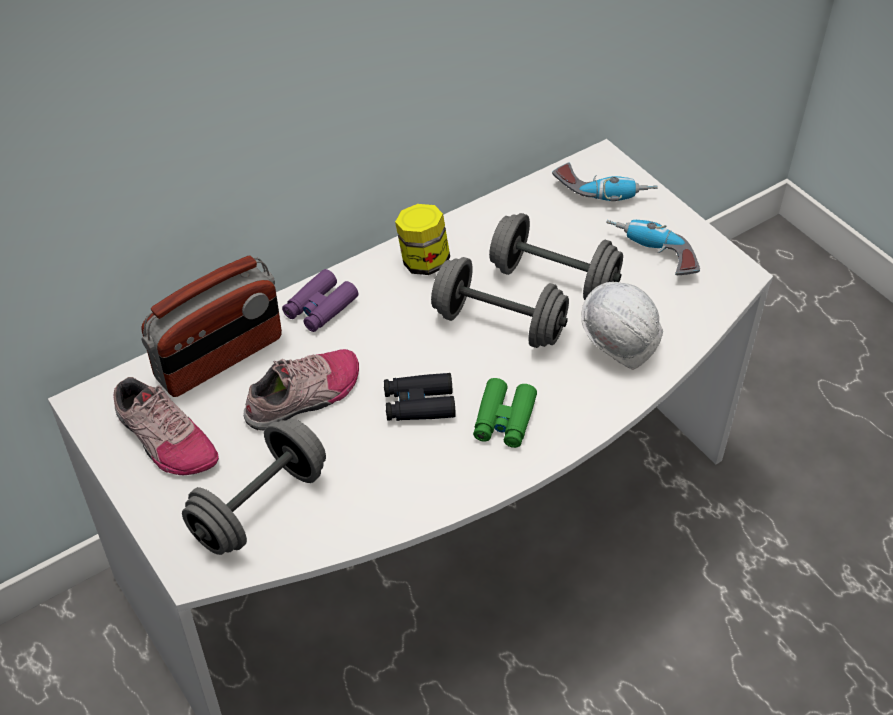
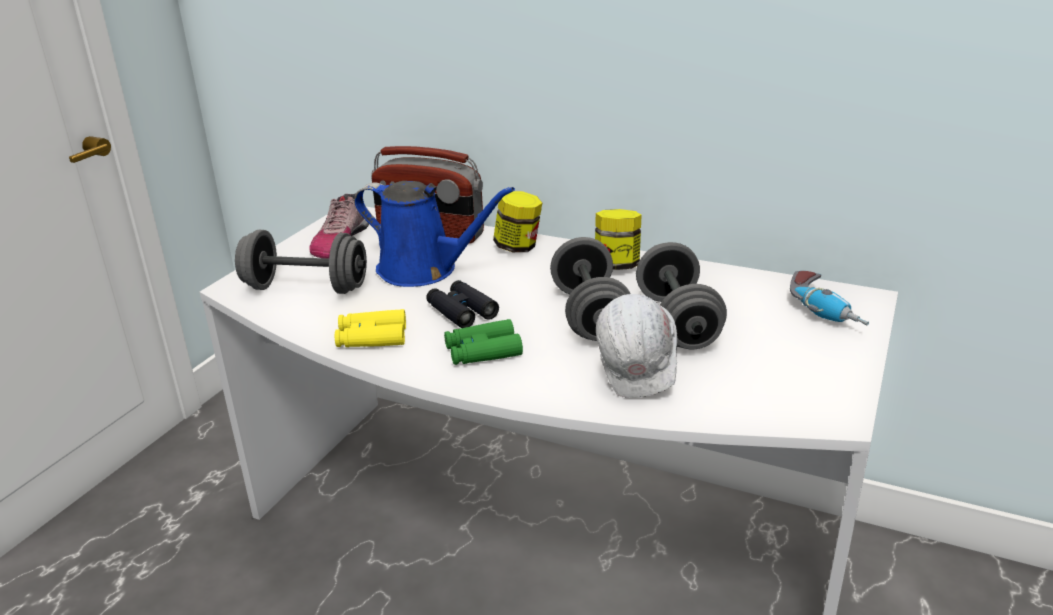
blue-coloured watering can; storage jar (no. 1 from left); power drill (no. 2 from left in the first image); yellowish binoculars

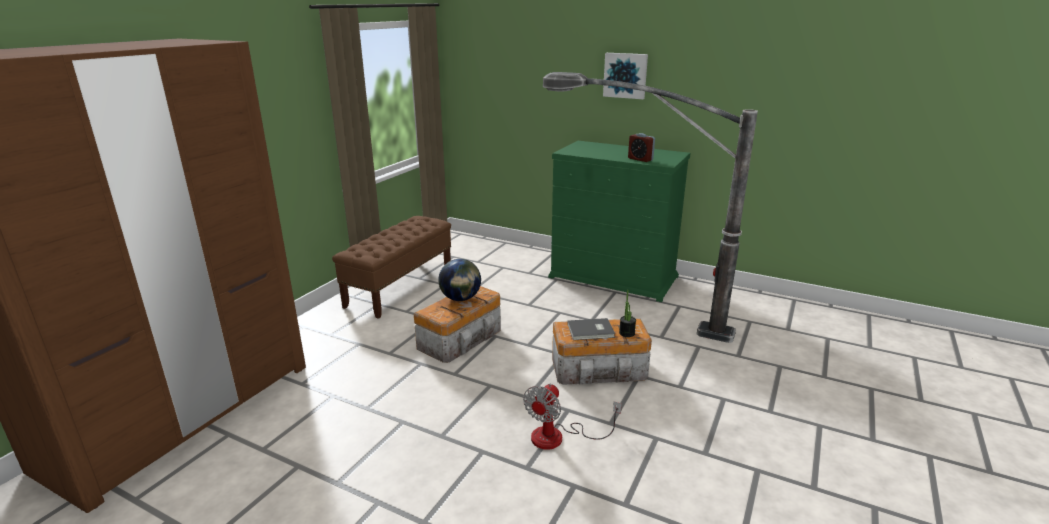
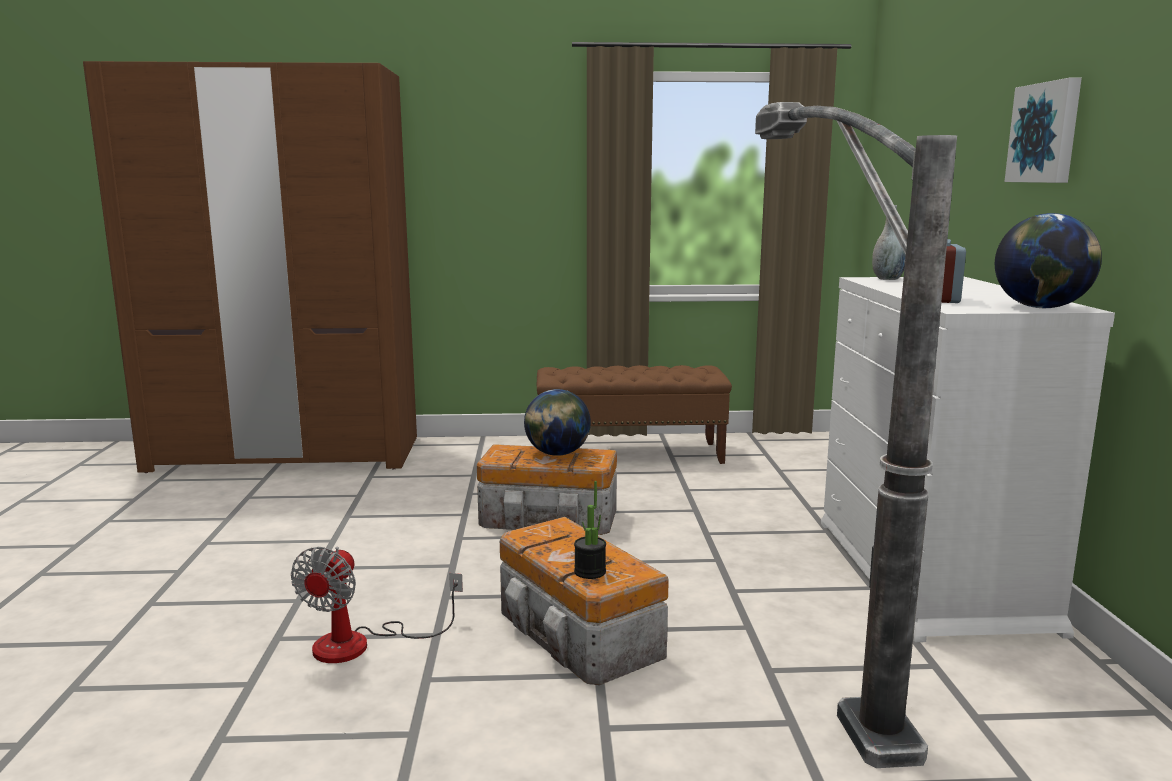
fan; white dresser; greyish book; greyish vase; world globe (no. 2 from left)

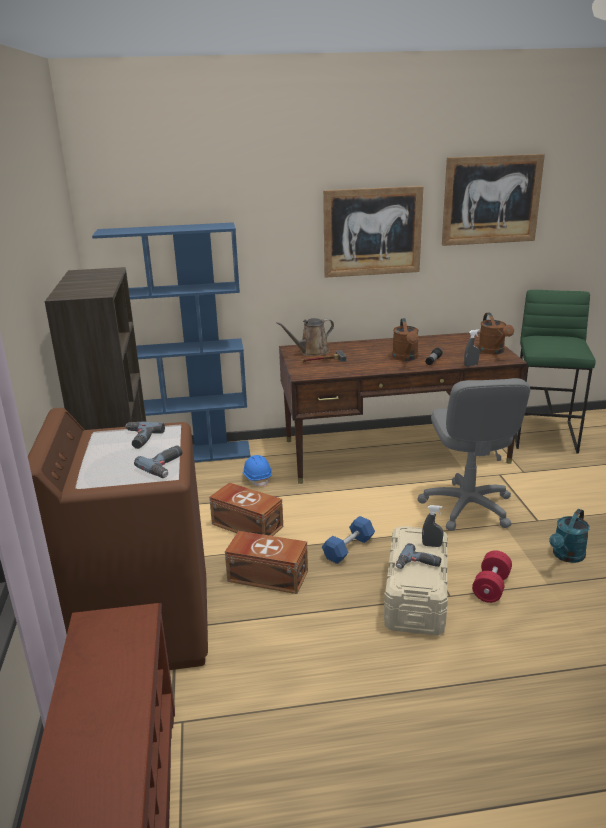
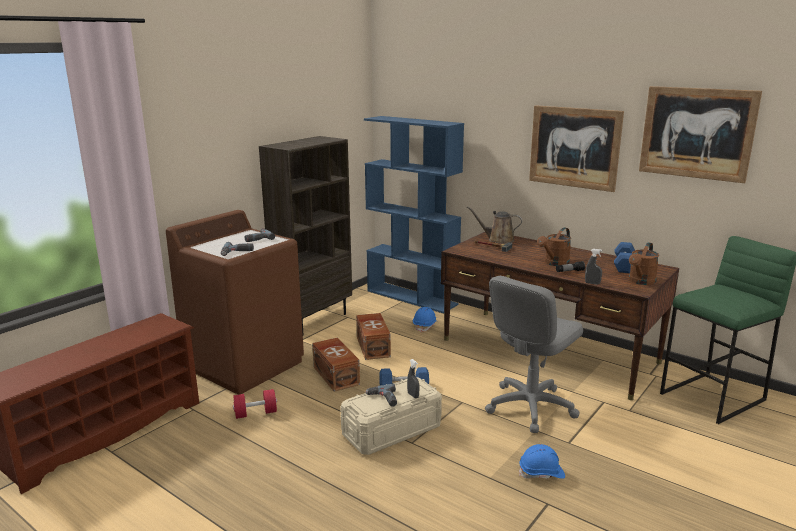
reddish free weight; blue-coloured safety helmet (no. 2 from left); blue-coloured free weight (no. 2 from left)

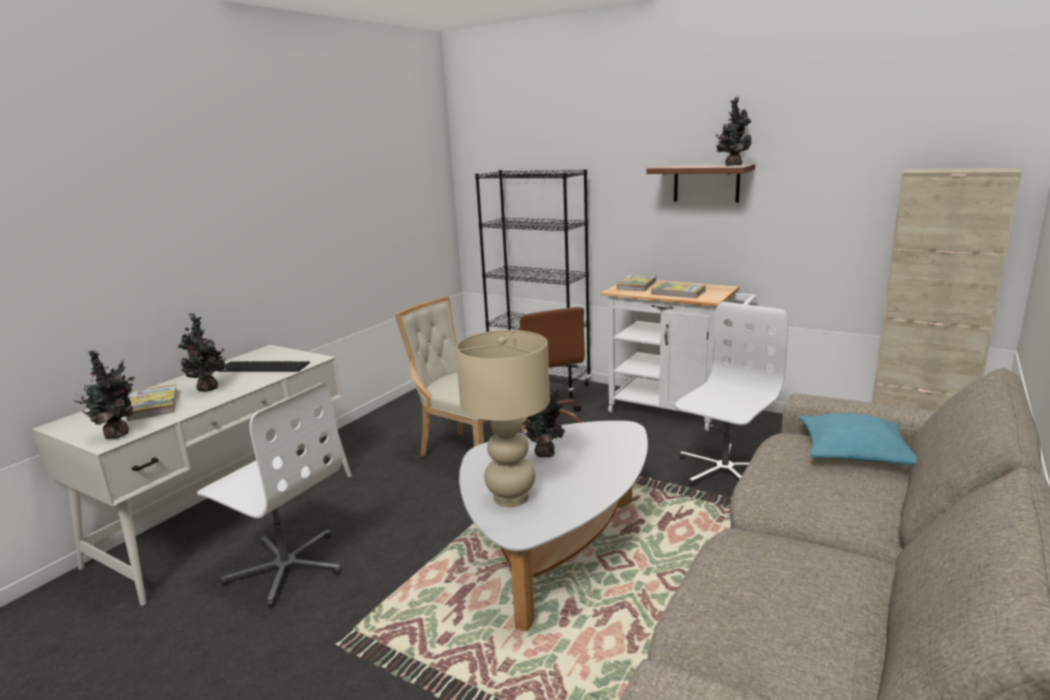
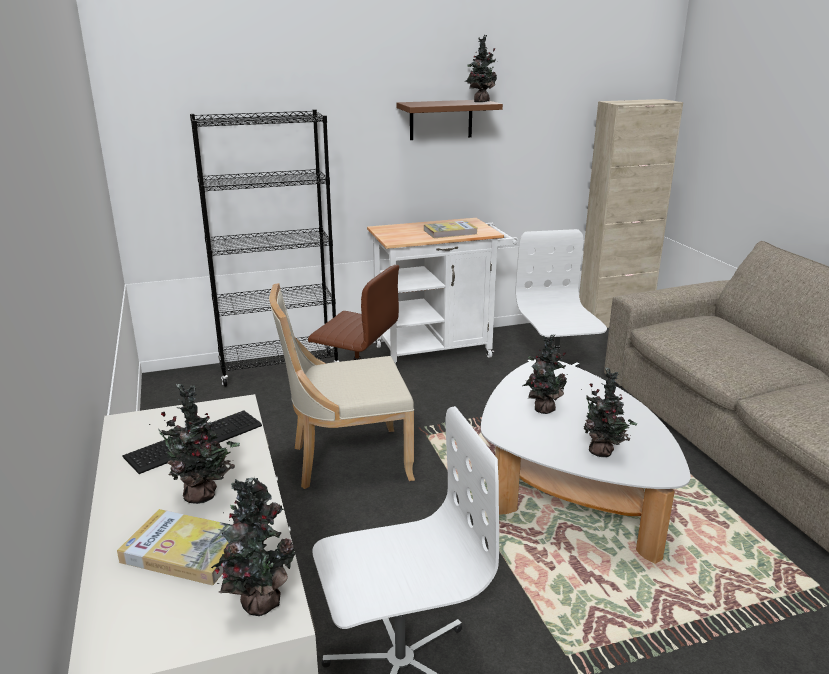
houseplant (no. 5 from left); book (no. 2 from left in the first image); turquoise throw pillow

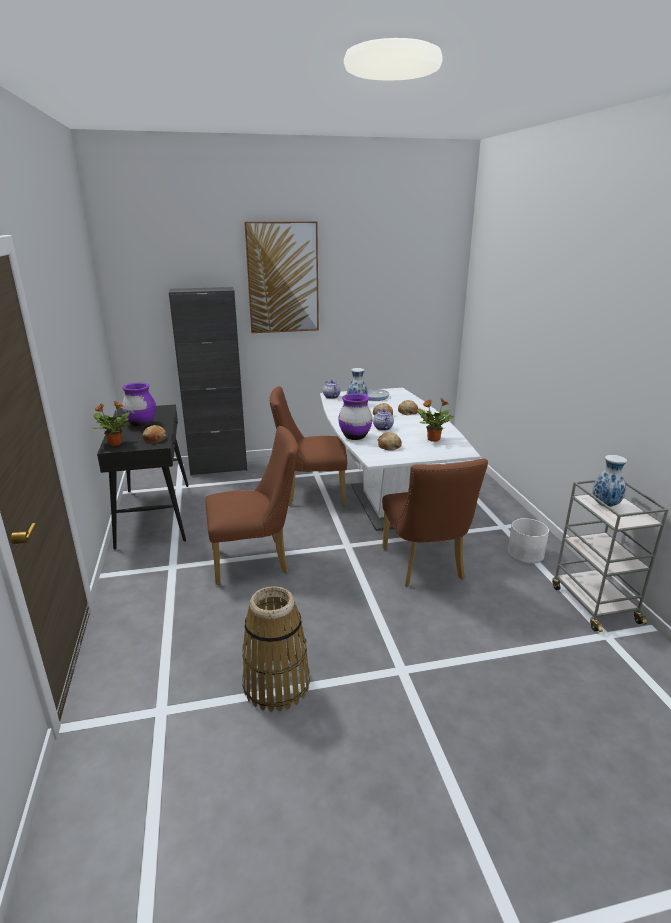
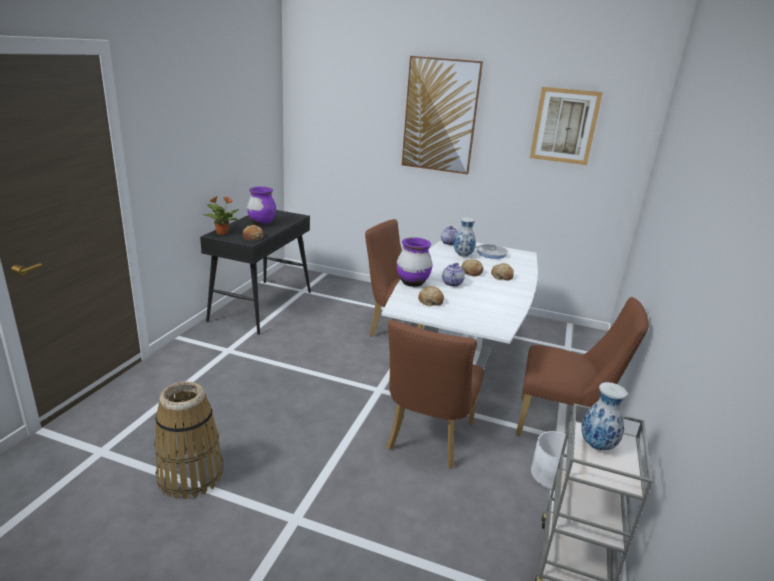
blackish cabinet; brown-coloured plain chair (no. 3 from left); houseplant (no. 2 from left in the first image); picture (no. 2 from left)

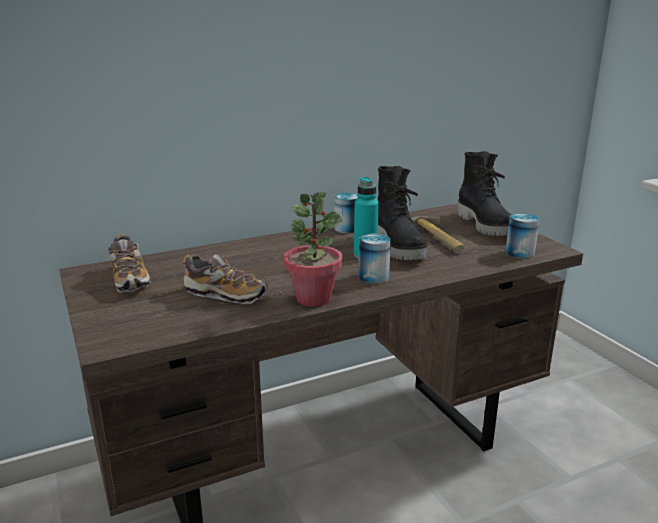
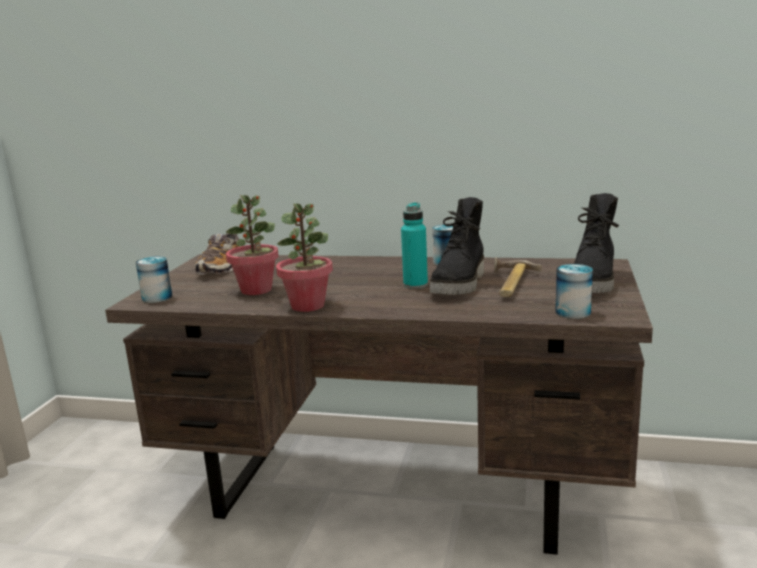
houseplant (no. 1 from left); metal can (no. 1 from left)

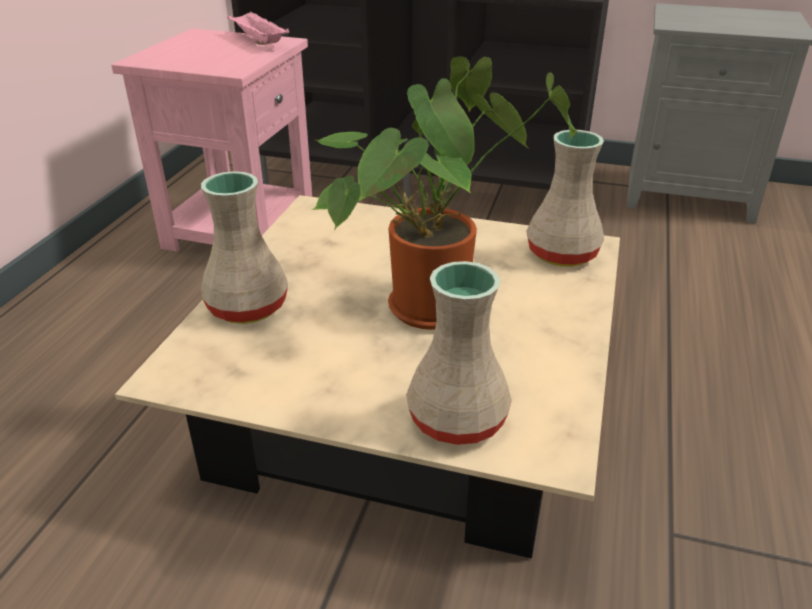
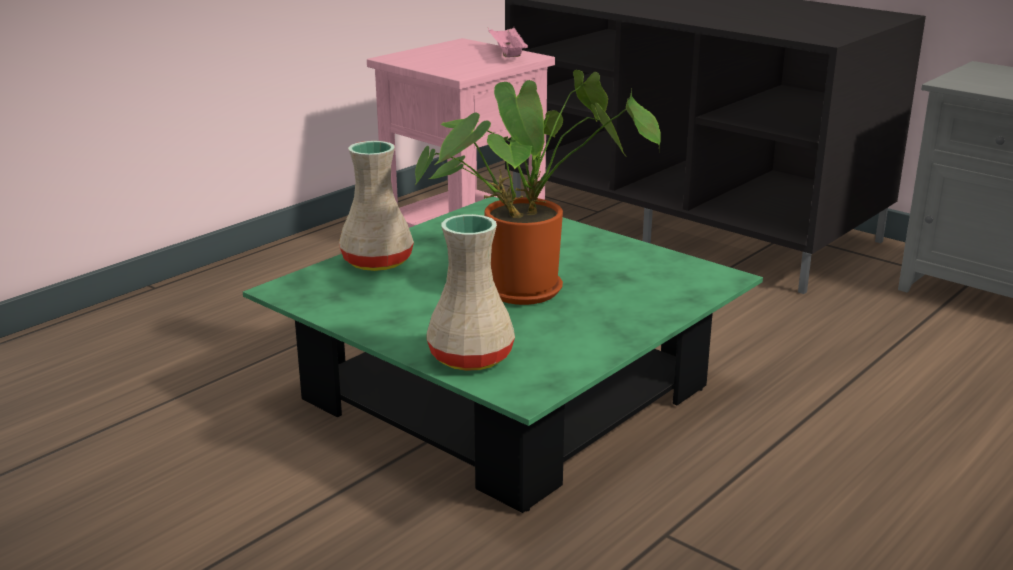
green coffee table; beige-coloured vase (no. 3 from left in the first image)

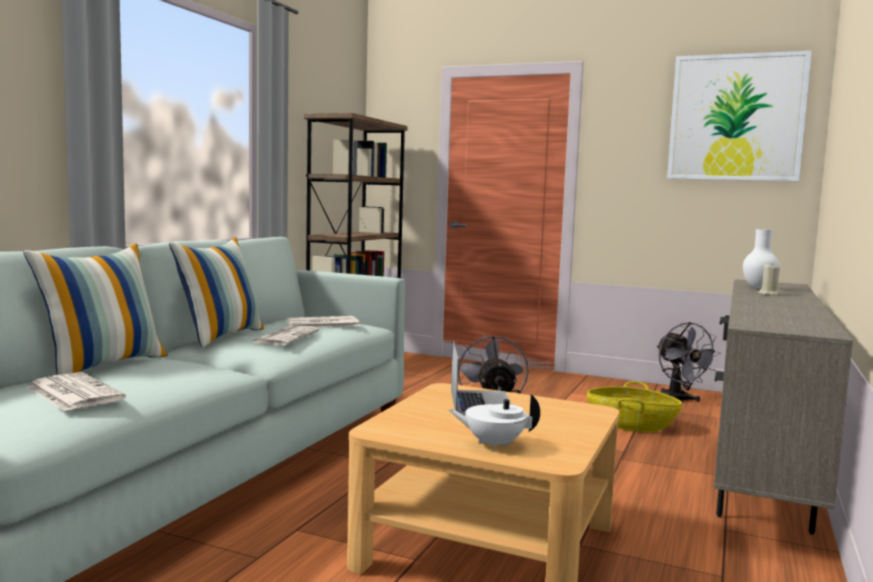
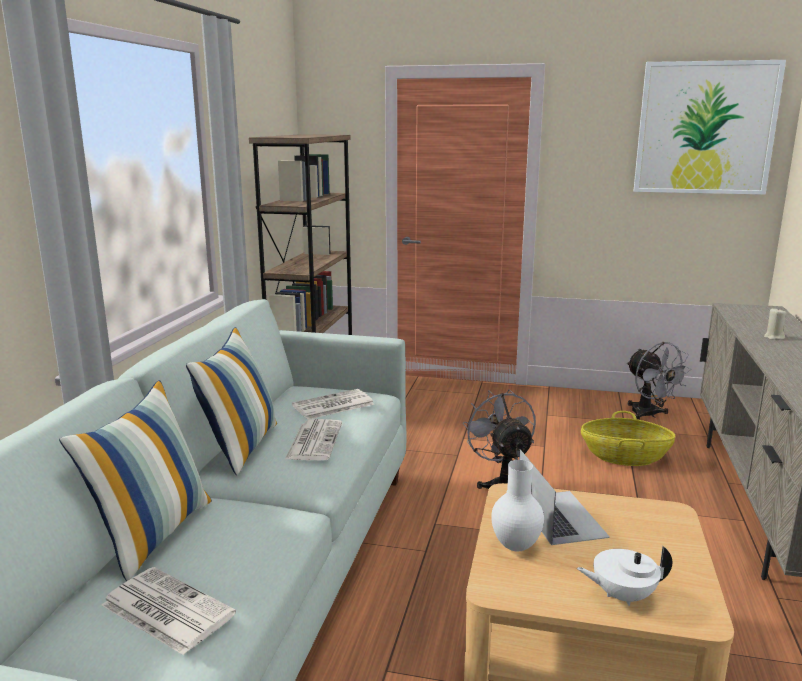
white vase

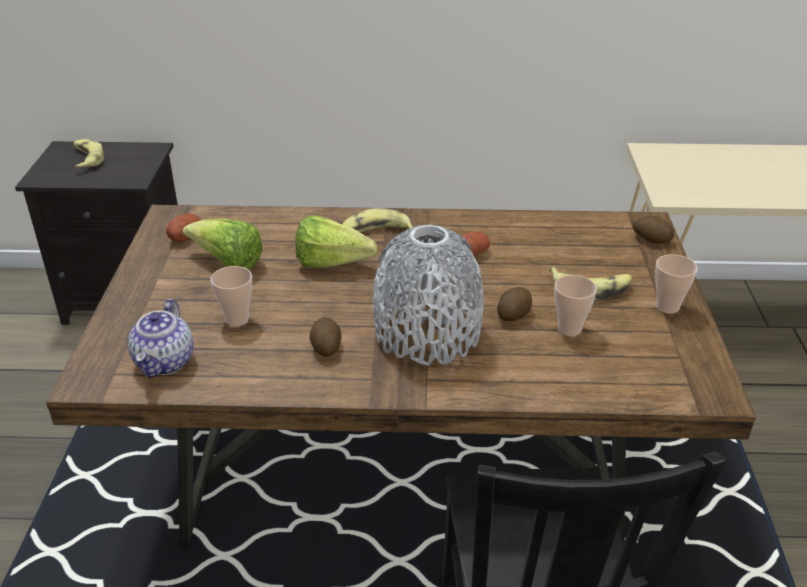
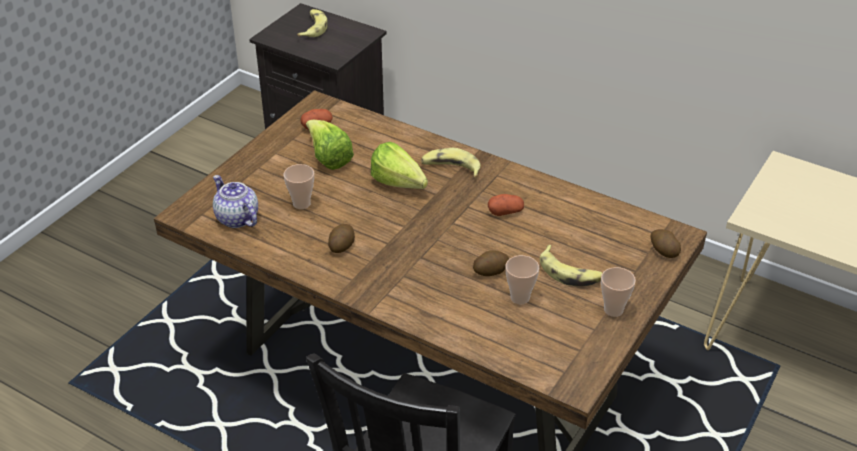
tea pot; greyish vase

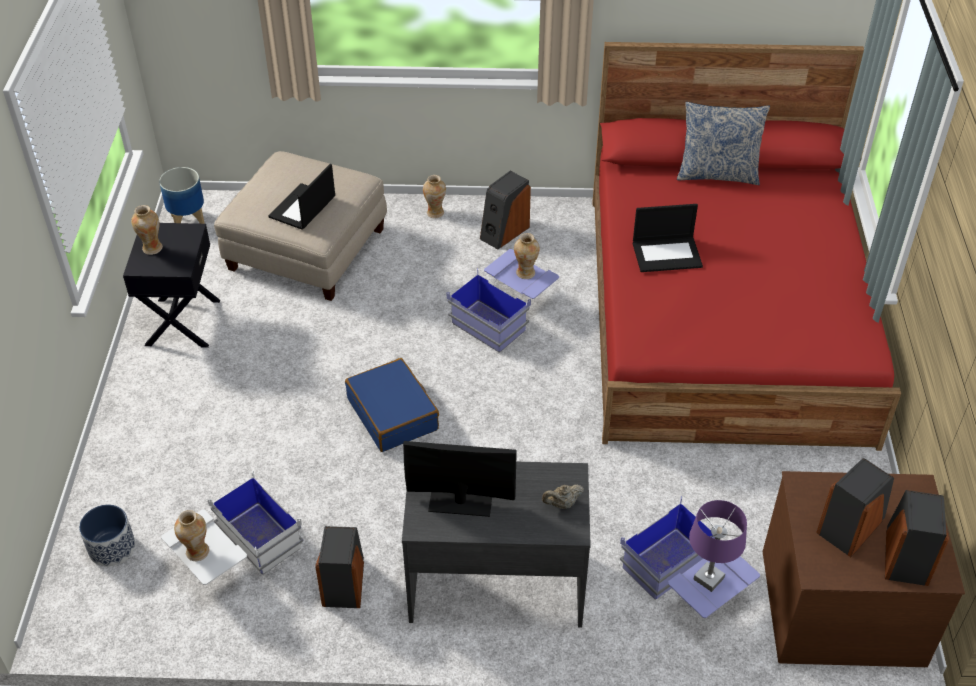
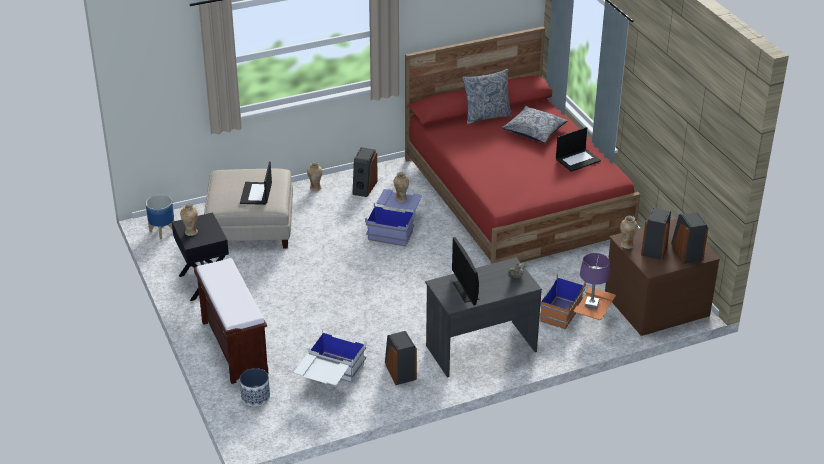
vase (no. 4 from left); blue-coloured piece of luggage; computer display; orange-coloured storage container; laptop (no. 2 from left); brown-coloured bench; throw pillow (no. 2 from left)

